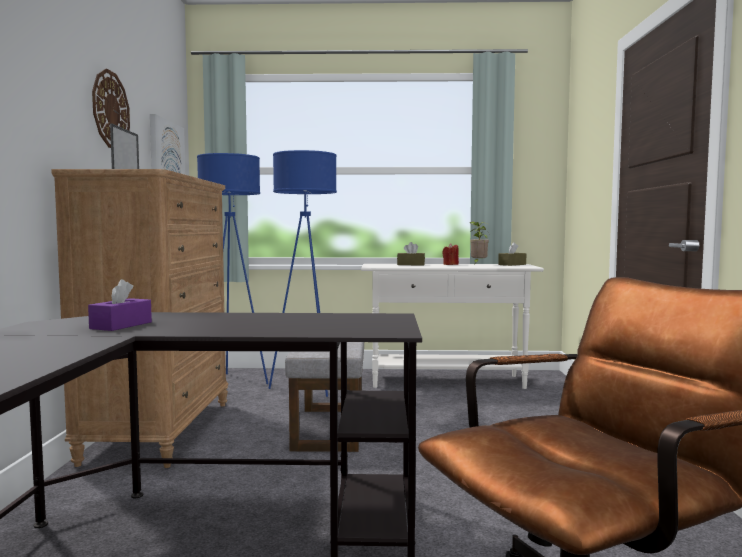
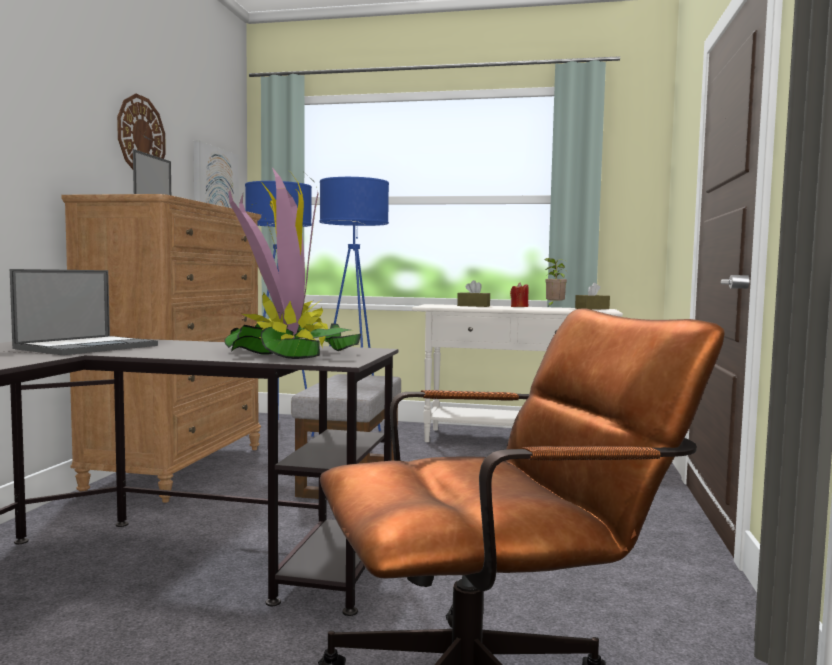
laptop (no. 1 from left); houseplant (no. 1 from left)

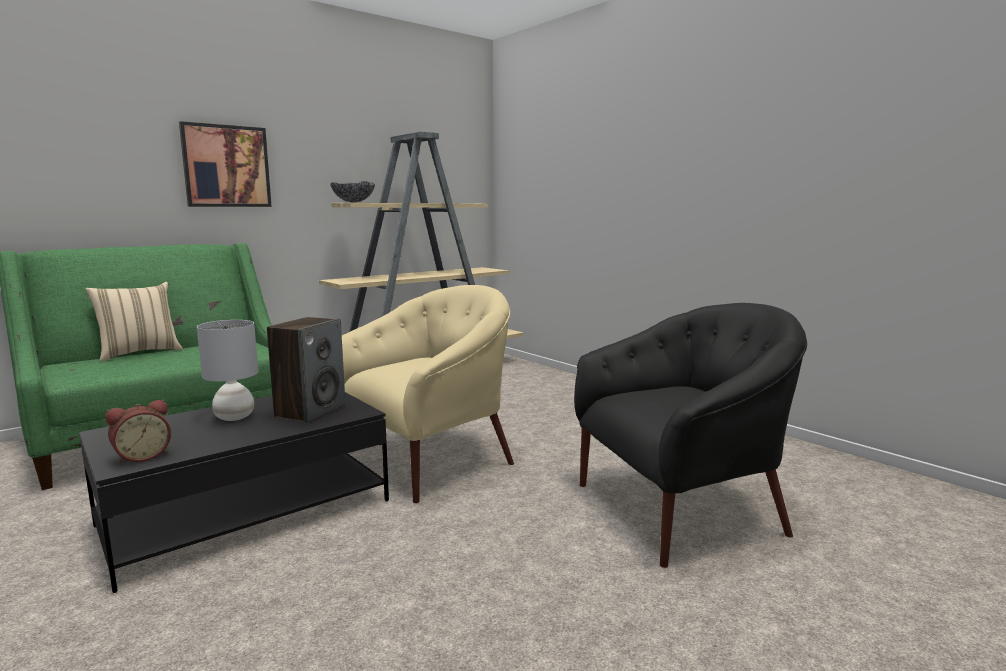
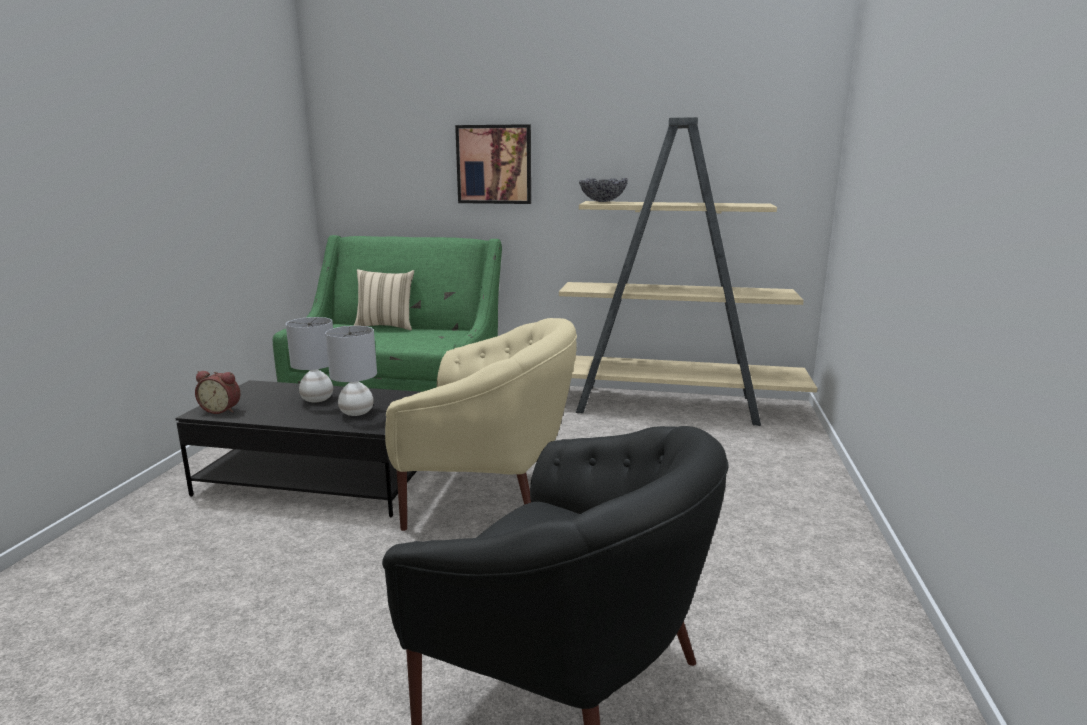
greyish table lamp (no. 2 from left)

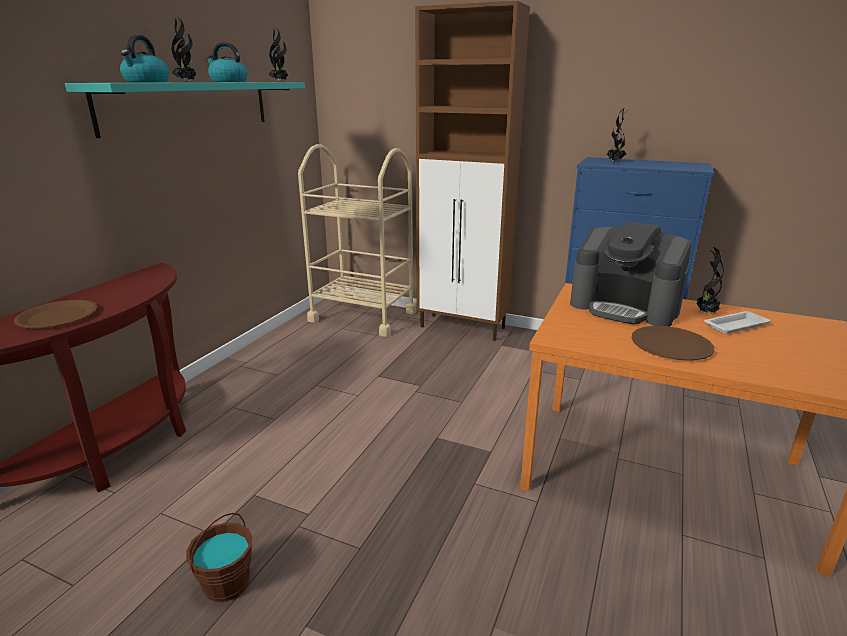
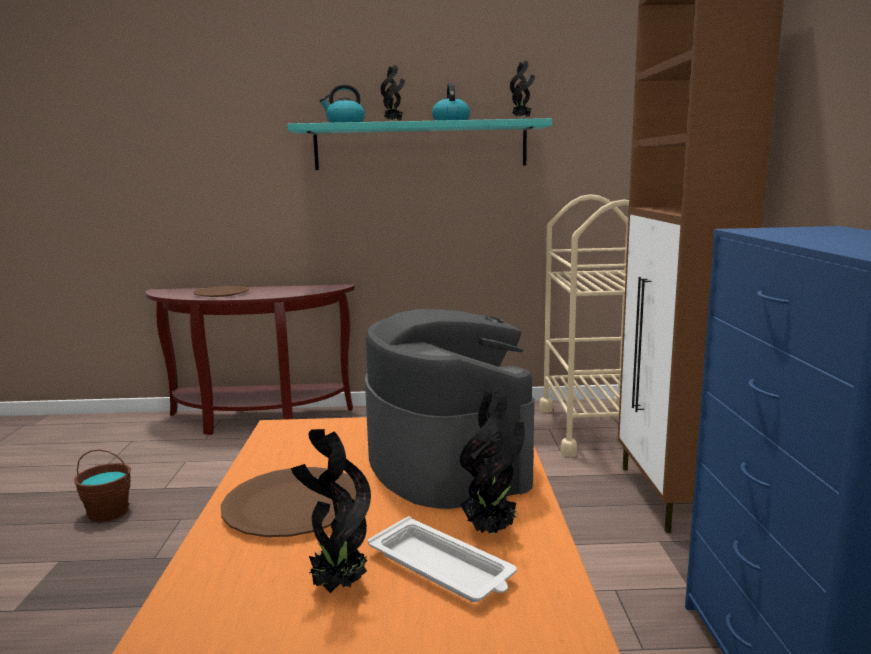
coffee machine; houseplant (no. 1 from left)

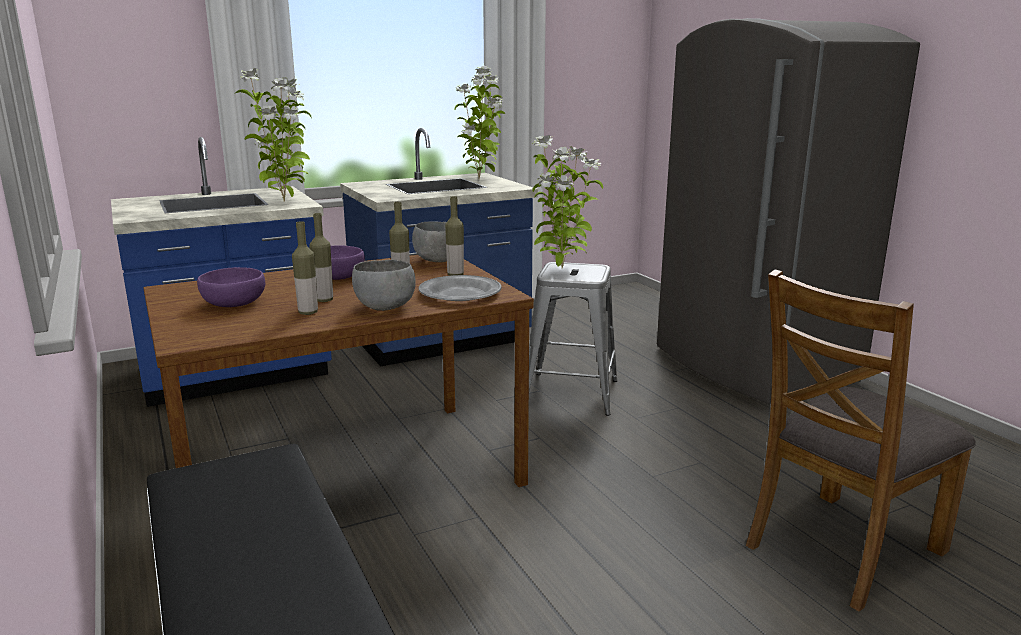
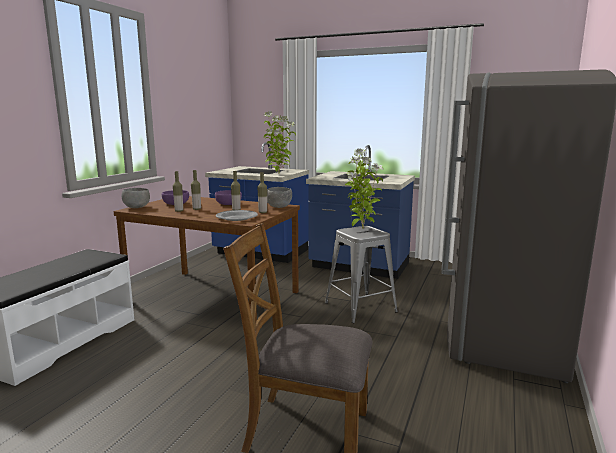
greyish bowl (no. 1 from left); houseplant (no. 2 from left in the first image)

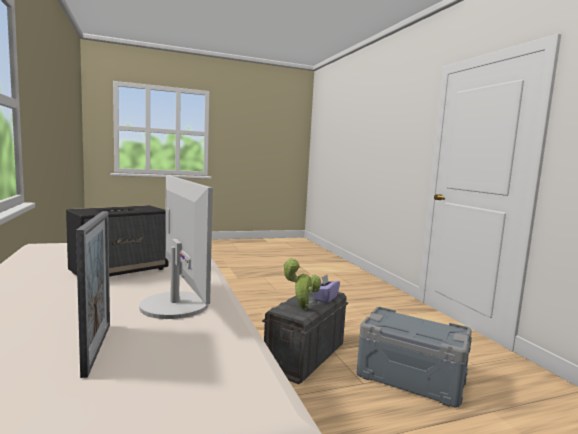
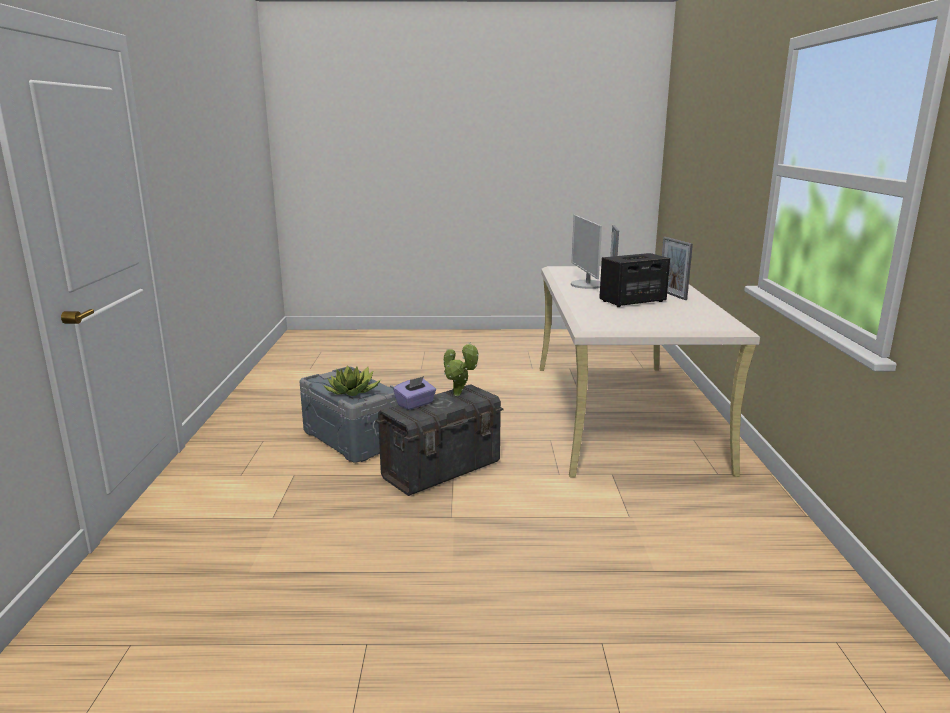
houseplant (no. 1 from left); standing frame (no. 2 from left)

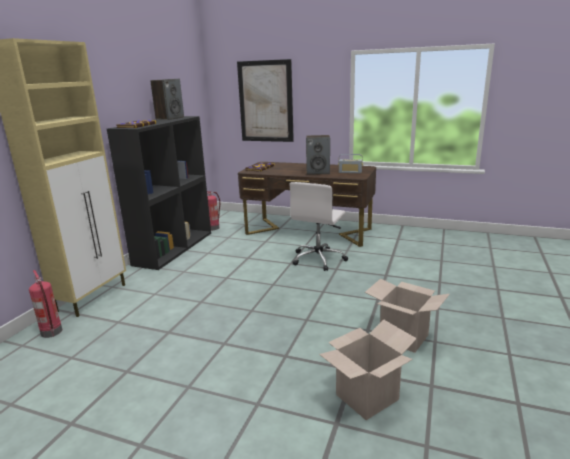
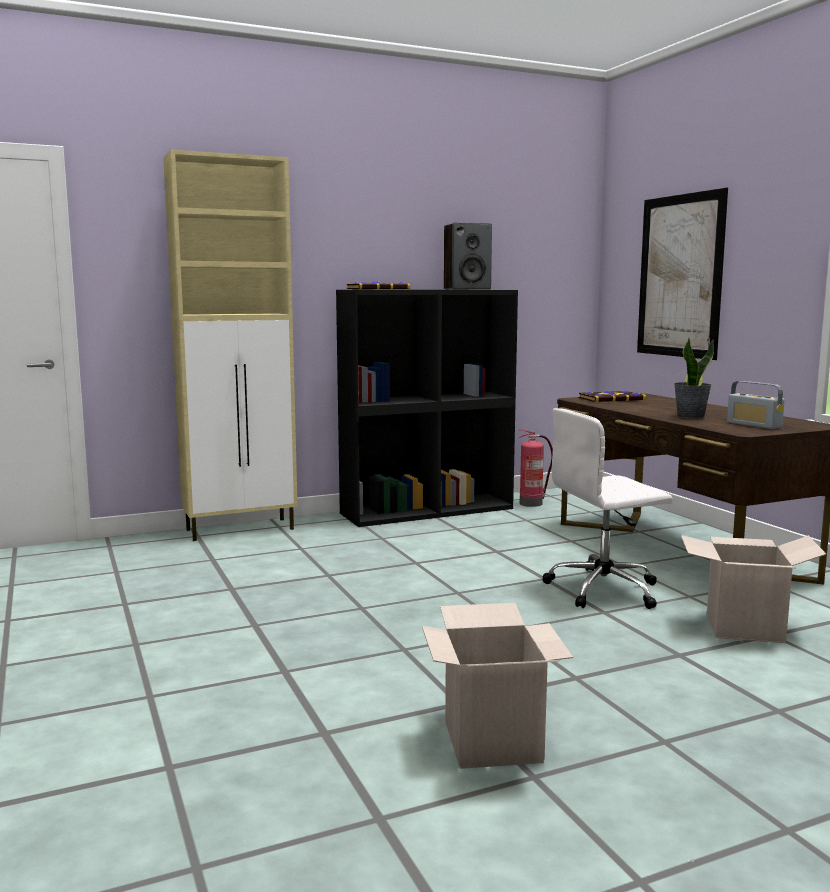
fire extinguisher (no. 1 from left in the first image); houseplant; packing box (no. 2 from left)

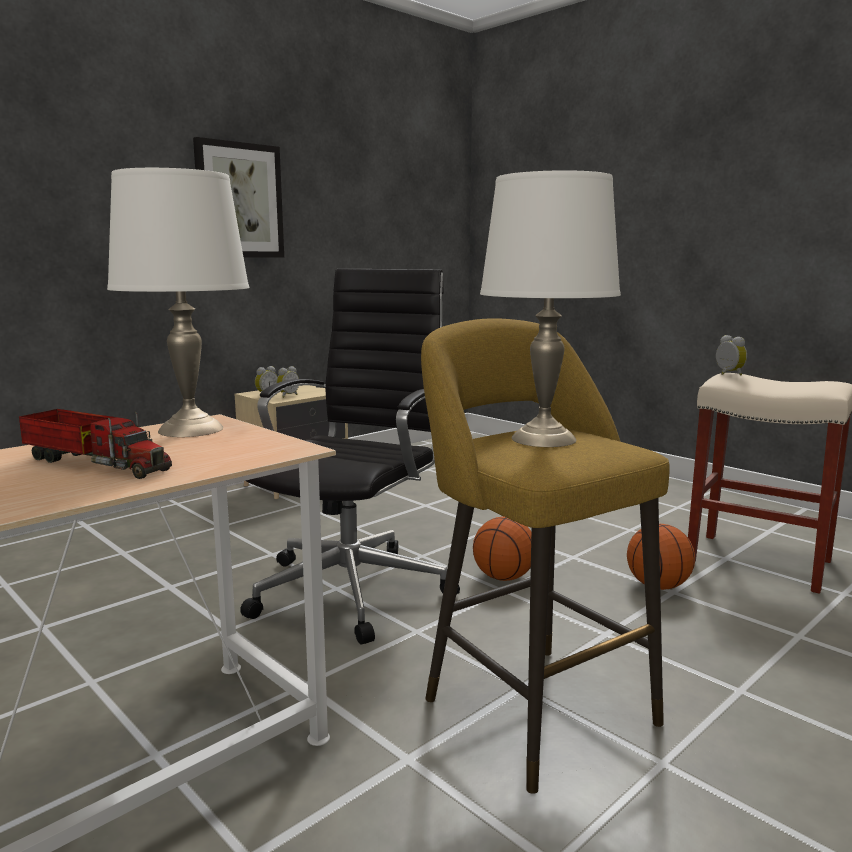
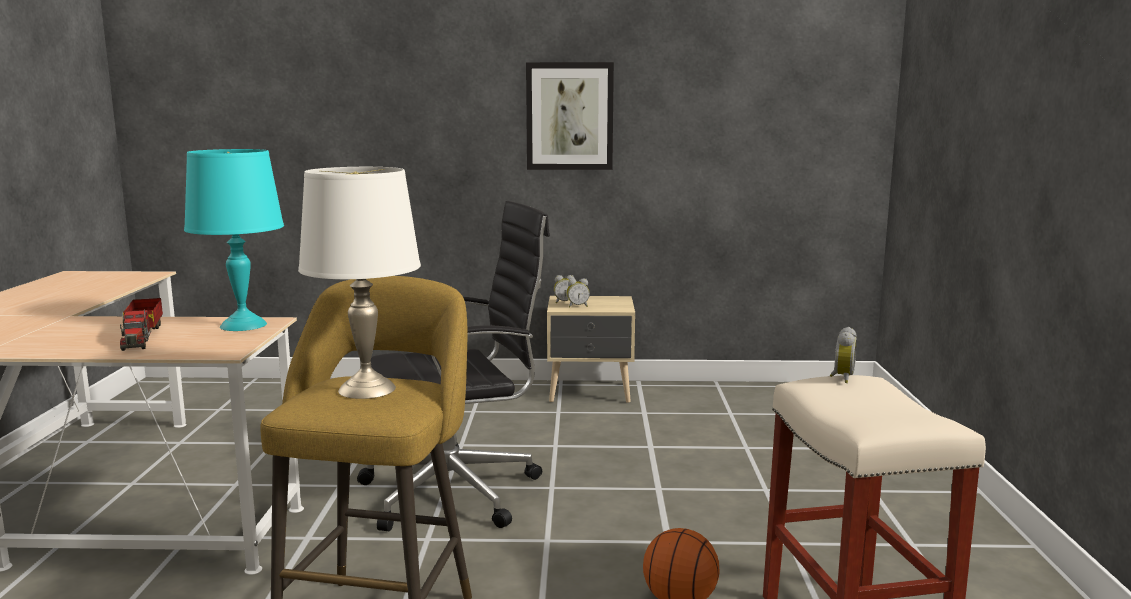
turquoise table lamp; ball for basketball (no. 1 from left in the first image)

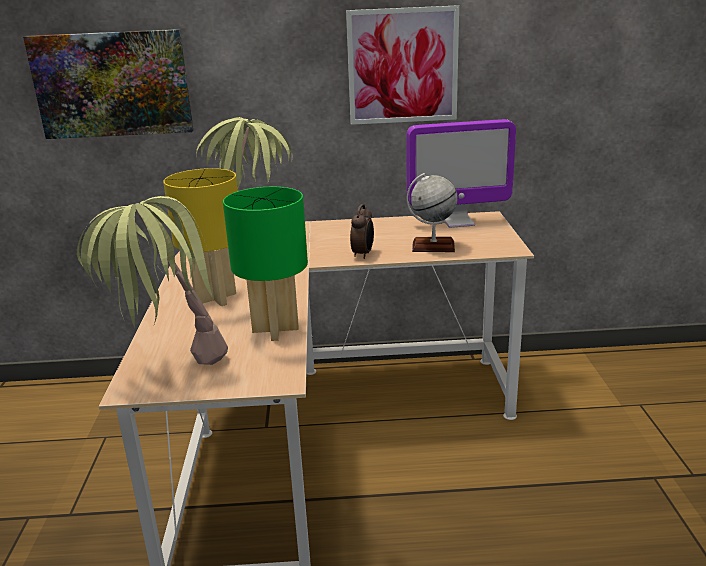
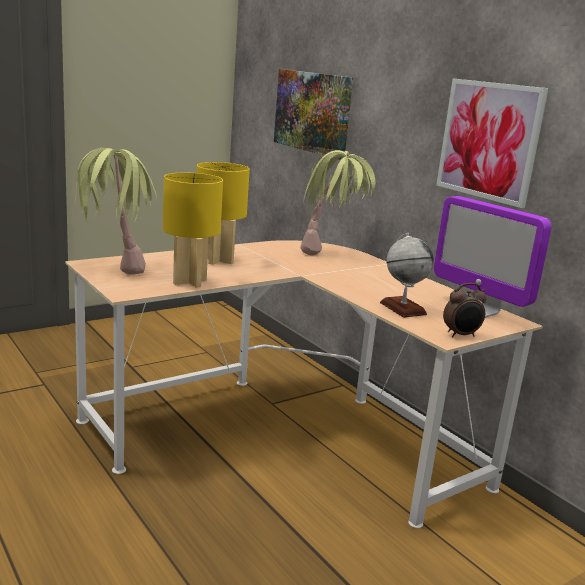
yellowish table lamp (no. 1 from left); alarm clock

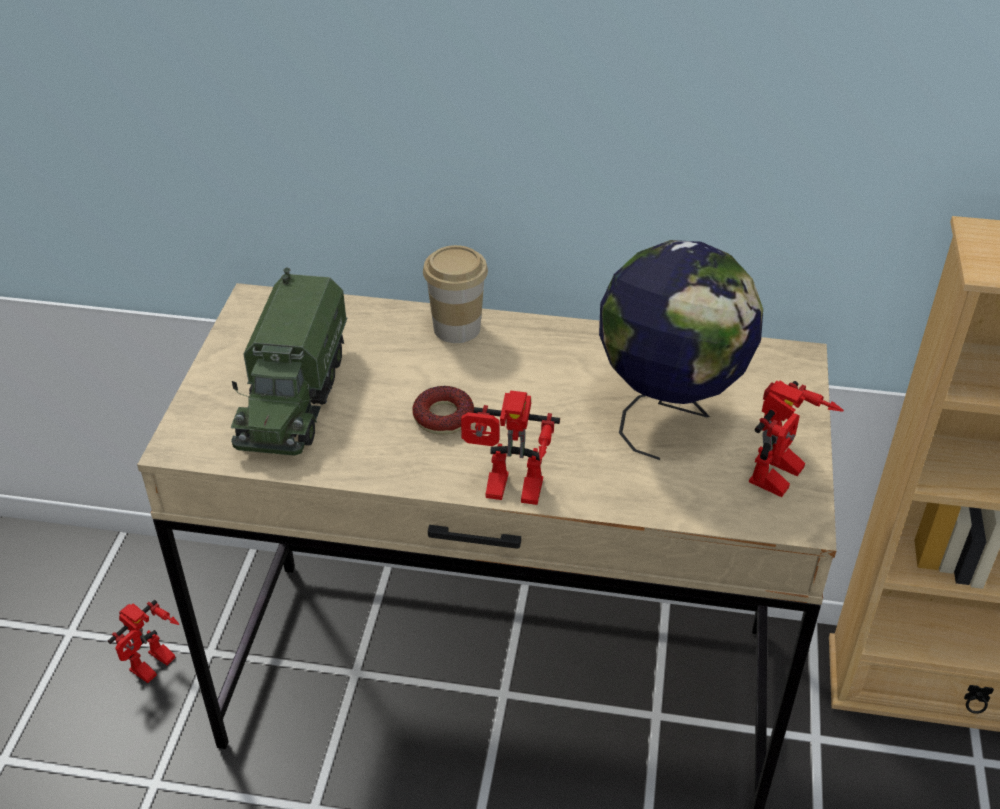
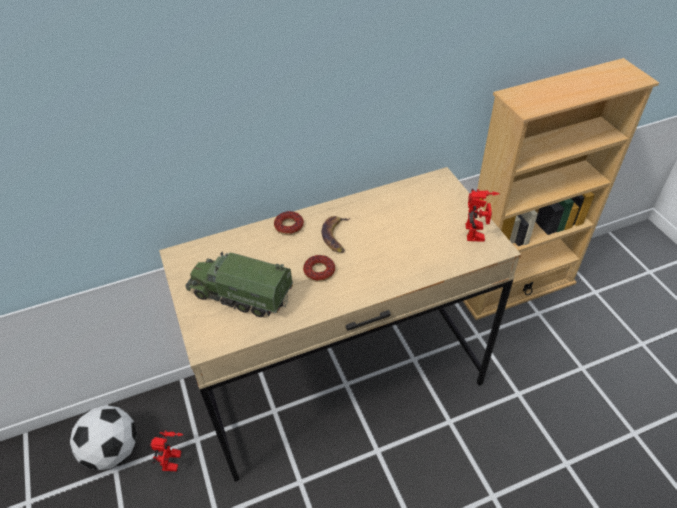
model truck; ring doughnut (no. 1 from left); model robot (no. 2 from left in the first image); world globe; football; banana fruit

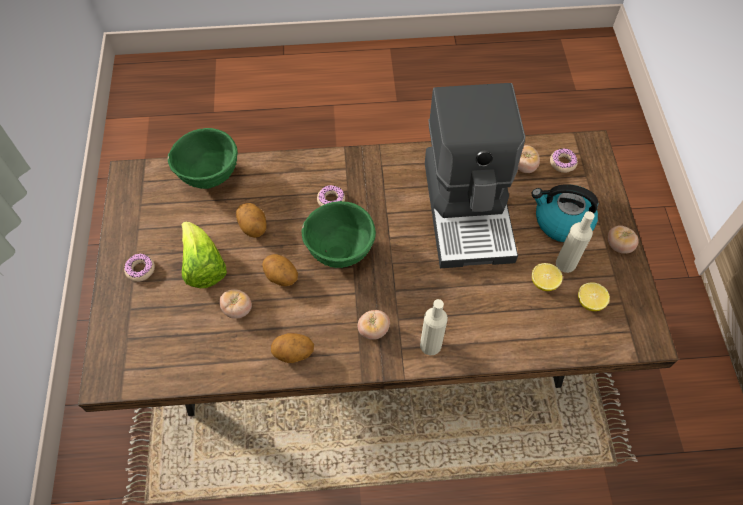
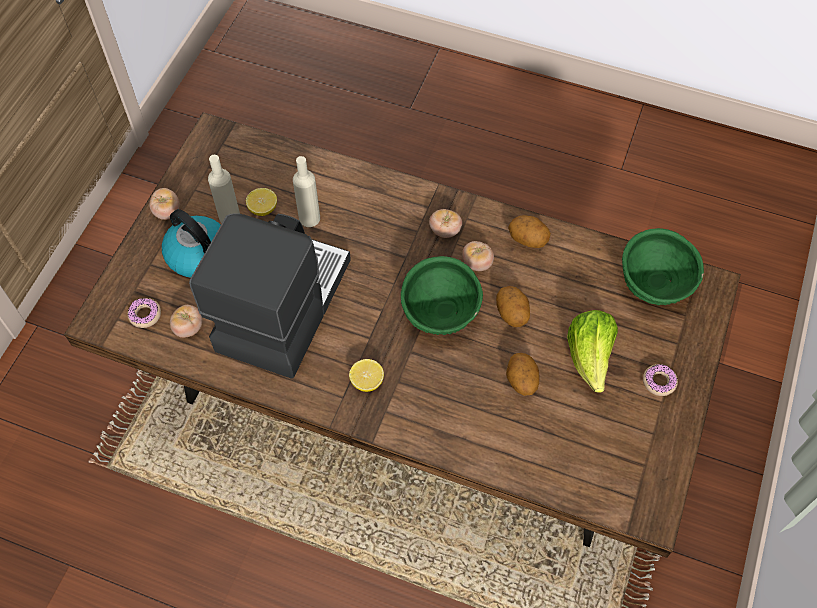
green bowl (no. 2 from left); tomato (no. 4 from left); ring doughnut (no. 2 from left in the first image); beige-coloured beverage bottle (no. 2 from left); citrus fruit (no. 2 from left)

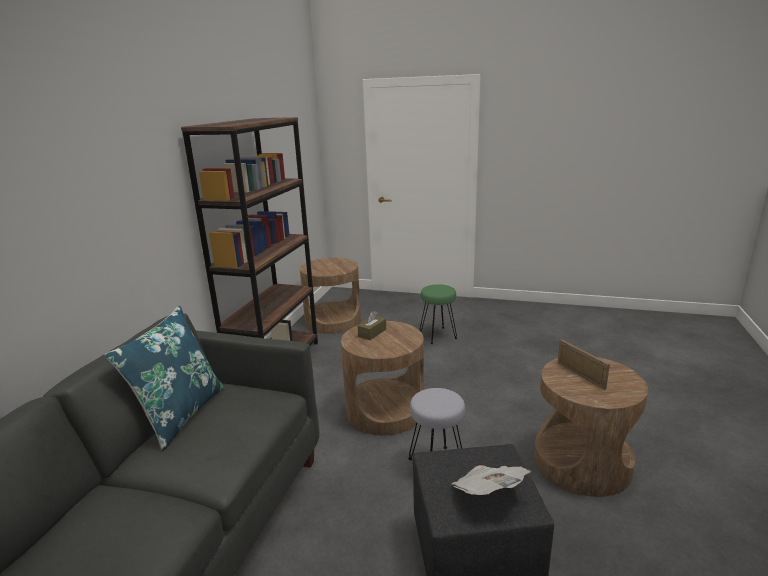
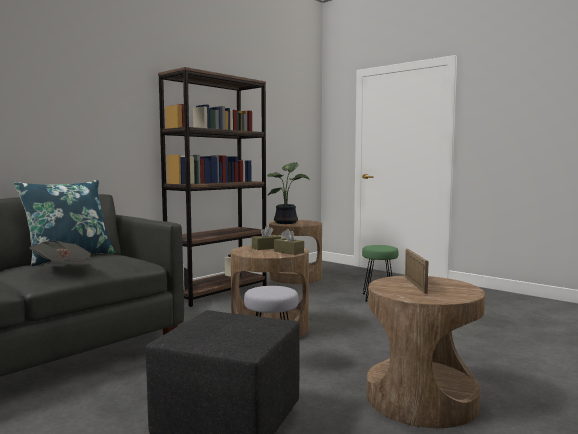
printed paper; houseplant; brown-coloured tissue box (no. 2 from left)

